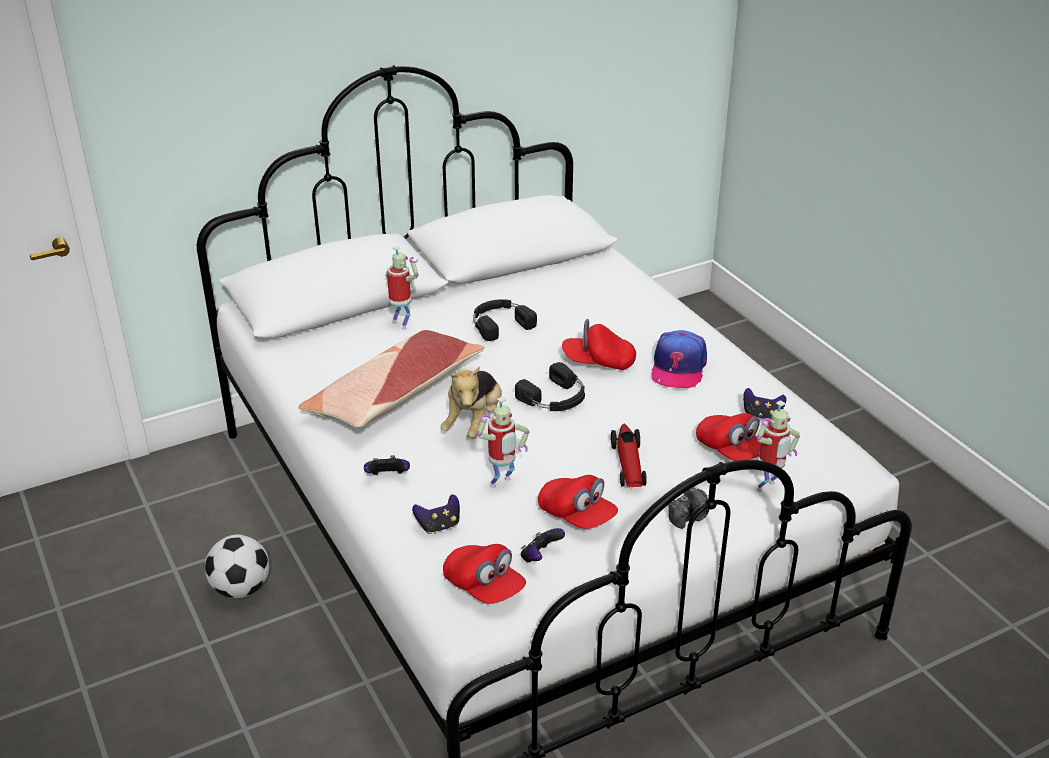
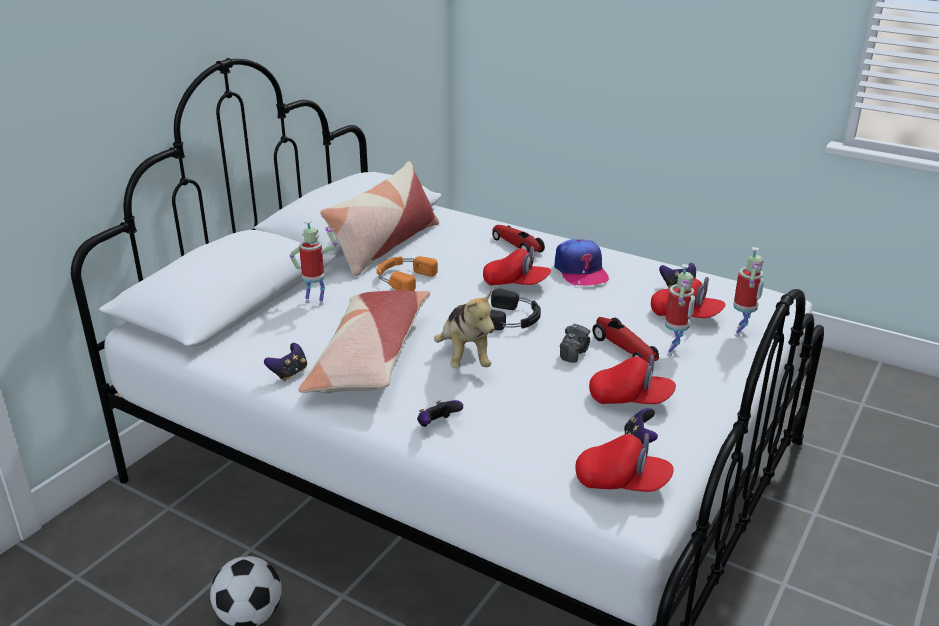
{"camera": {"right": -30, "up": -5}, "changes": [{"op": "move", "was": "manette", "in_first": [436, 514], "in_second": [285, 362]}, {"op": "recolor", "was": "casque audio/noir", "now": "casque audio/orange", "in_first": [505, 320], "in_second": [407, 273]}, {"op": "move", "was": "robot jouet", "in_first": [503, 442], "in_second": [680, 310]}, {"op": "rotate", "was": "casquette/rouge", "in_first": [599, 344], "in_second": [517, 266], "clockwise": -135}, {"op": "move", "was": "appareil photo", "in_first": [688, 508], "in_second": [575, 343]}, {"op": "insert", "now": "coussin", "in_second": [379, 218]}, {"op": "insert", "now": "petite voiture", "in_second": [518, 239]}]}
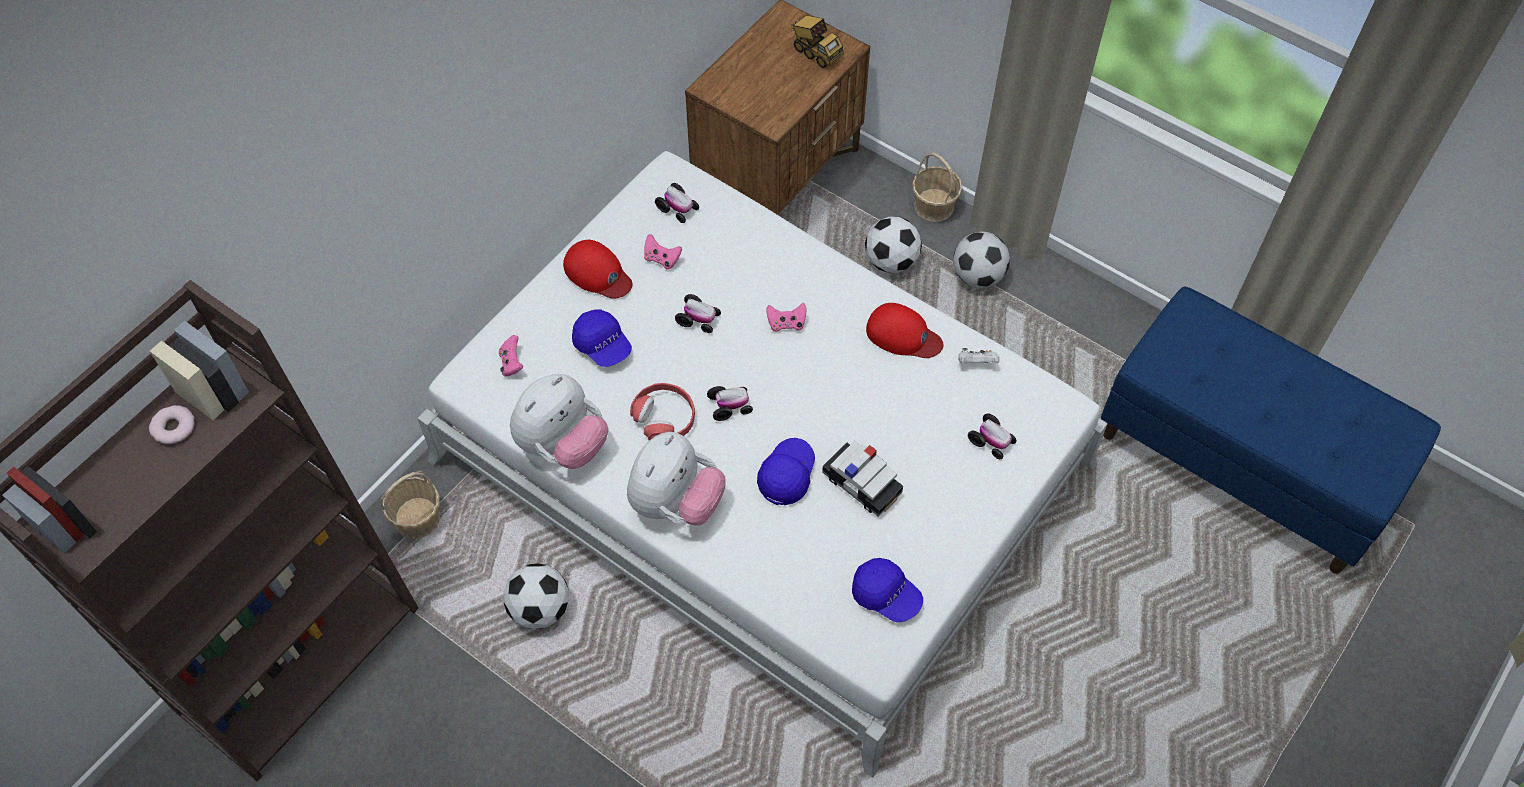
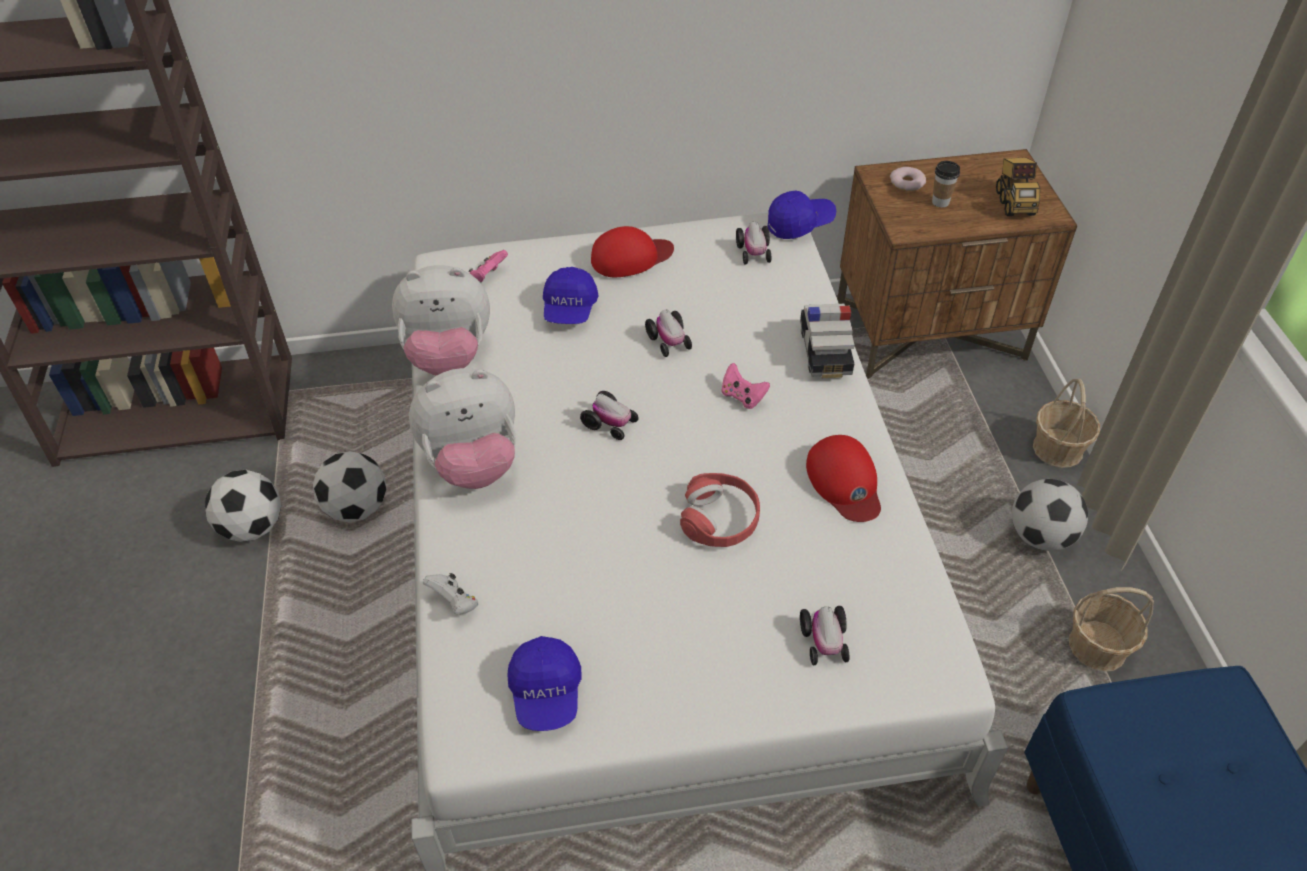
{"camera": {"right": 45, "up": -10}, "changes": [{"op": "move", "was": "beignet", "in_first": [172, 424], "in_second": [908, 179]}, {"op": "move", "was": "panier", "in_first": [410, 505], "in_second": [1111, 629]}, {"op": "rotate", "was": "casquette/rouge", "in_first": [598, 269], "in_second": [632, 251], "clockwise": -105}, {"op": "move", "was": "casque audio/rouge", "in_first": [662, 411], "in_second": [720, 510]}, {"op": "delete", "was": "manette/rose", "in_first": [663, 252]}, {"op": "move", "was": "casquette/bleu", "in_first": [786, 471], "in_second": [802, 214]}, {"op": "move", "was": "petite voiture", "in_first": [862, 479], "in_second": [827, 341]}, {"op": "move", "was": "ballon de foot", "in_first": [893, 244], "in_second": [242, 506]}, {"op": "move", "was": "manette/blanc", "in_first": [978, 355], "in_second": [450, 593]}, {"op": "insert", "now": "tasse", "in_second": [946, 184]}]}
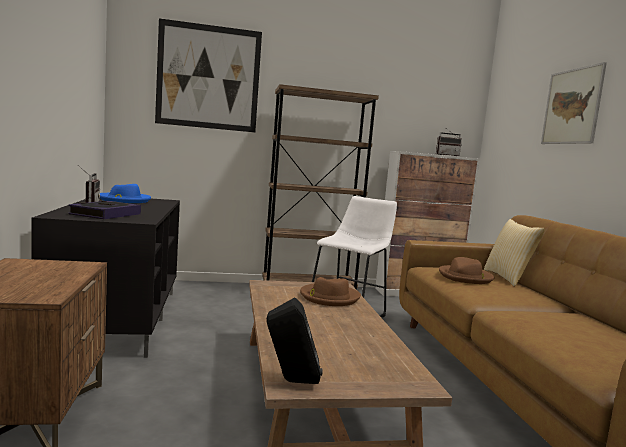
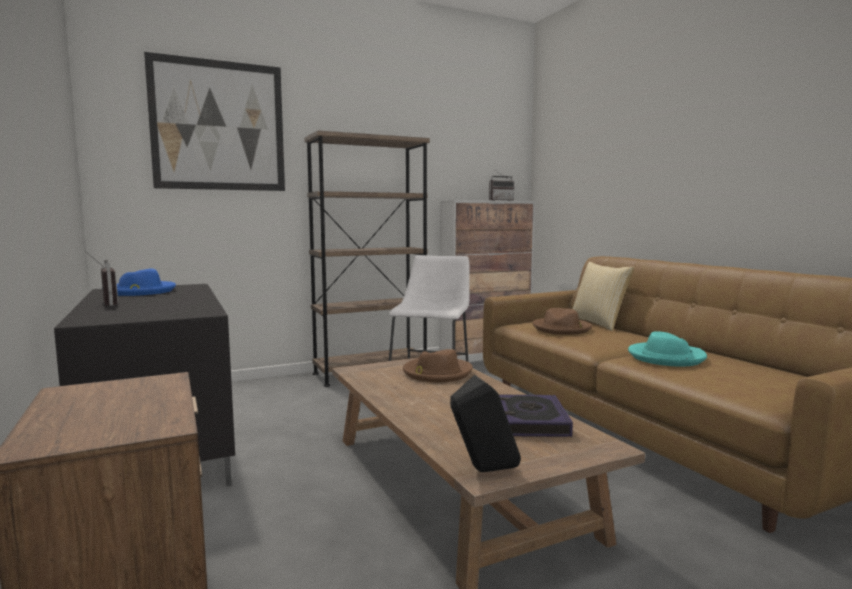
{"camera": {"right": -15, "up": 0}, "changes": [{"op": "move", "was": "livre", "in_first": [104, 209], "in_second": [536, 416]}, {"op": "delete", "was": "tableau", "in_first": [574, 103]}, {"op": "insert", "now": "chapeau/turquoise", "in_second": [667, 348]}]}
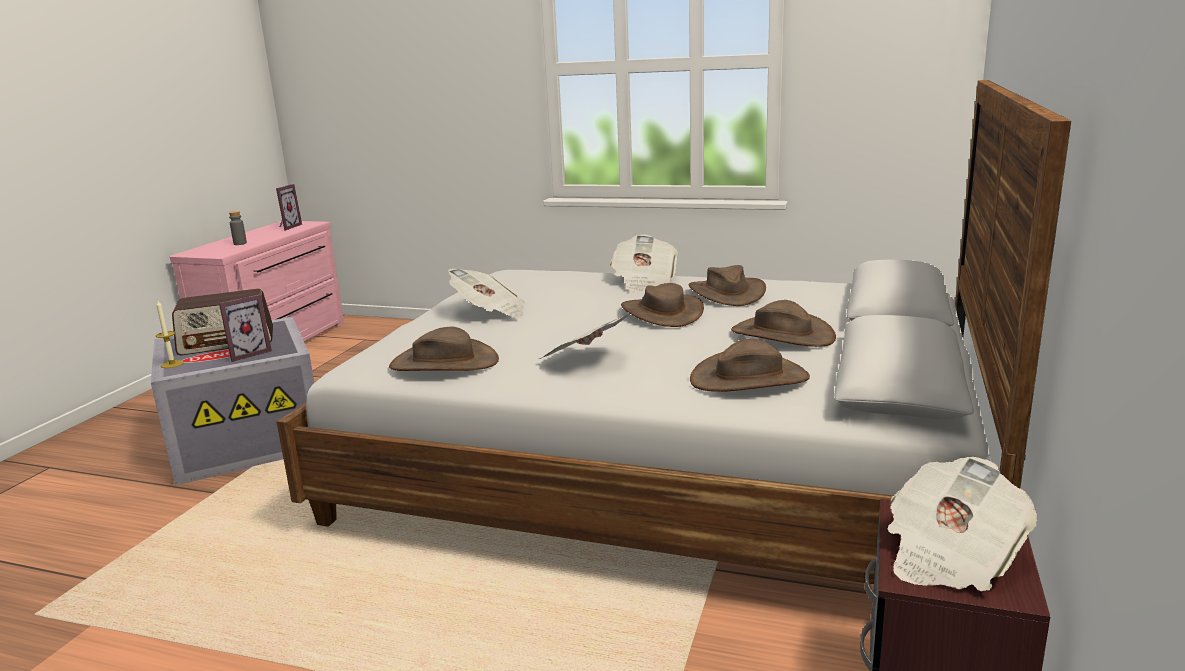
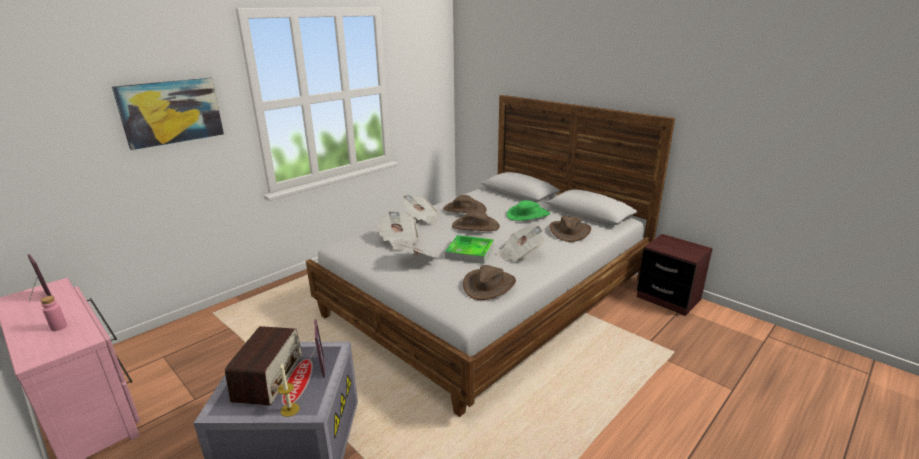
{"camera": {"right": -65, "up": 5}, "changes": [{"op": "recolor", "was": "bouteille/gris", "now": "bouteille/rose", "in_first": [238, 228], "in_second": [53, 313]}, {"op": "recolor", "was": "chapeau/marron", "now": "chapeau/vert", "in_first": [783, 323], "in_second": [528, 210]}, {"op": "move", "was": "journal", "in_first": [962, 524], "in_second": [398, 230]}, {"op": "insert", "now": "tableau", "in_second": [168, 113]}, {"op": "insert", "now": "plateau", "in_second": [469, 249]}]}
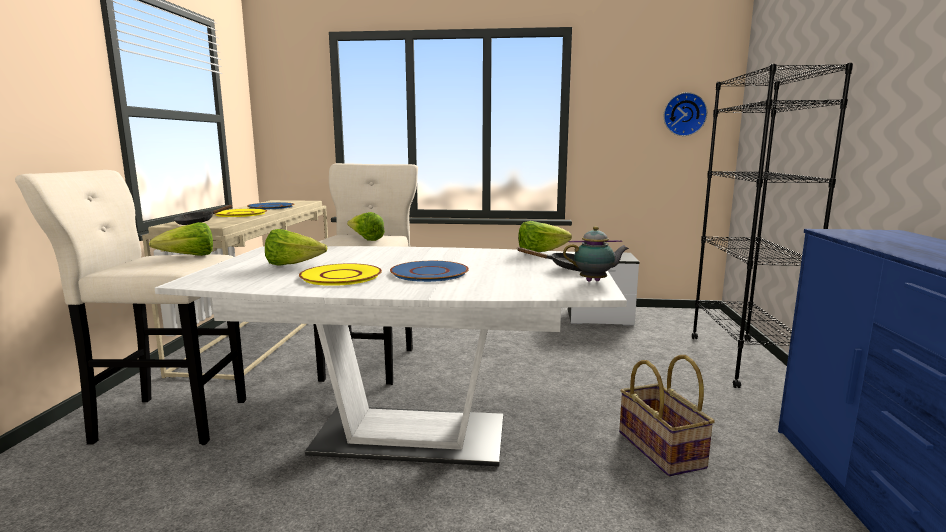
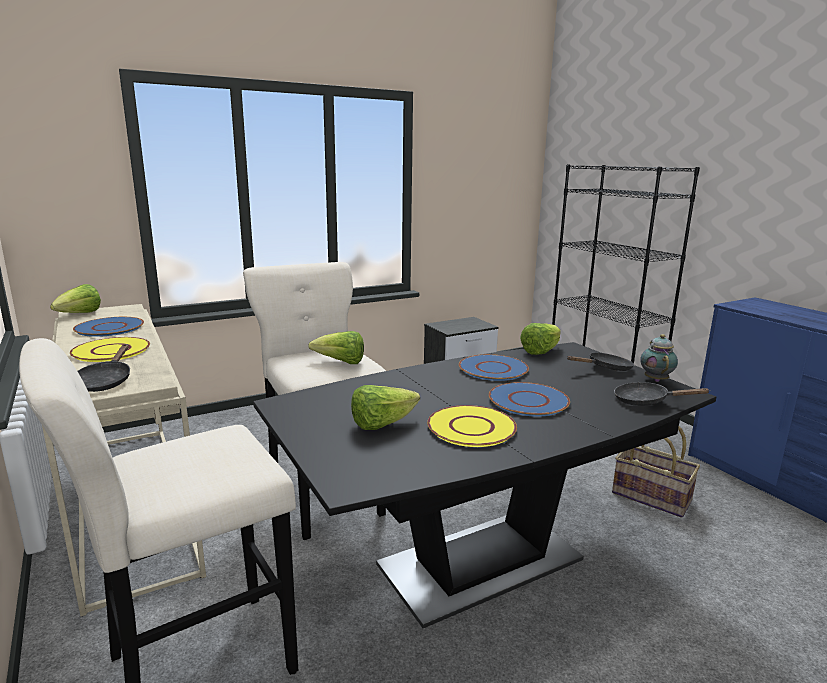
{"camera": {"right": -35, "up": 5}, "changes": [{"op": "move", "was": "laitue", "in_first": [181, 239], "in_second": [75, 298]}, {"op": "recolor", "was": "table à manger/blanc", "now": "table à manger/noir", "in_first": [391, 356], "in_second": [484, 485]}, {"op": "rotate", "was": "théière", "in_first": [596, 254], "in_second": [659, 358], "clockwise": -45}, {"op": "delete", "was": "horloge murale", "in_first": [685, 114]}, {"op": "insert", "now": "assiette/bleu", "in_second": [494, 367]}, {"op": "insert", "now": "poêle/noir", "in_second": [662, 394]}]}
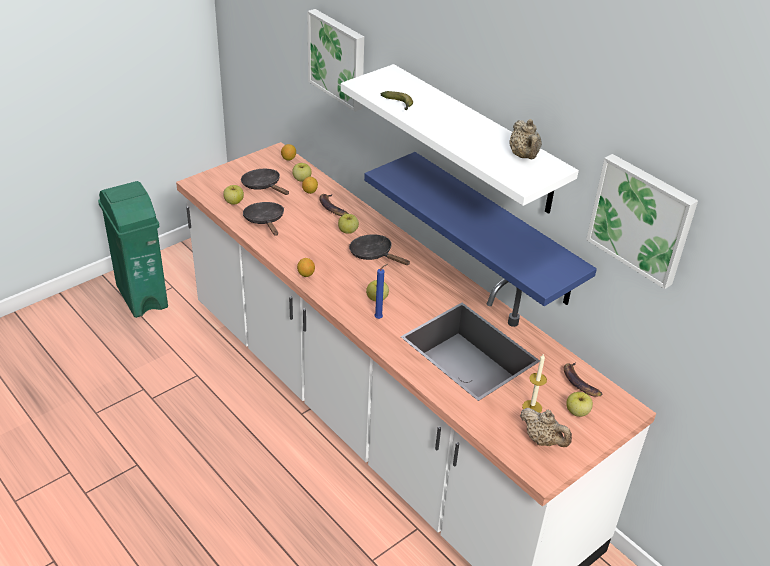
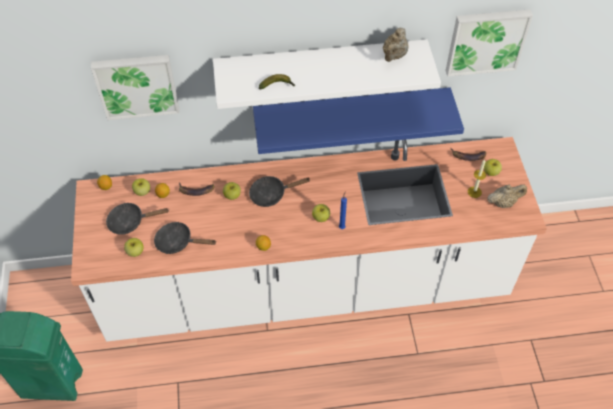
{"camera": {"right": -55, "up": 15}, "changes": [{"op": "rotate", "was": "théière/beige", "in_first": [525, 139], "in_second": [395, 44], "clockwise": 90}]}
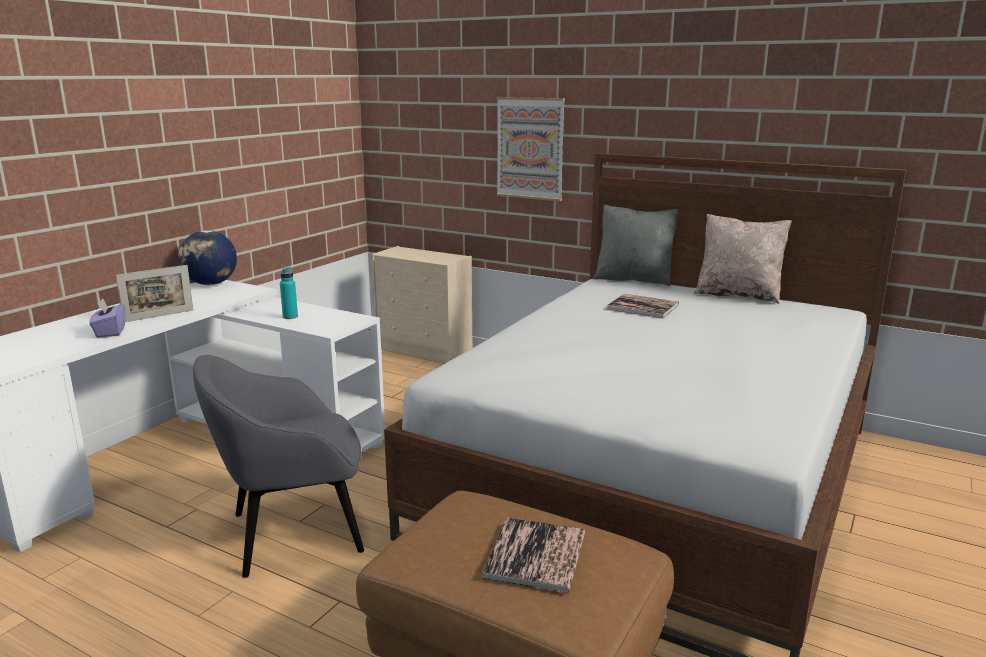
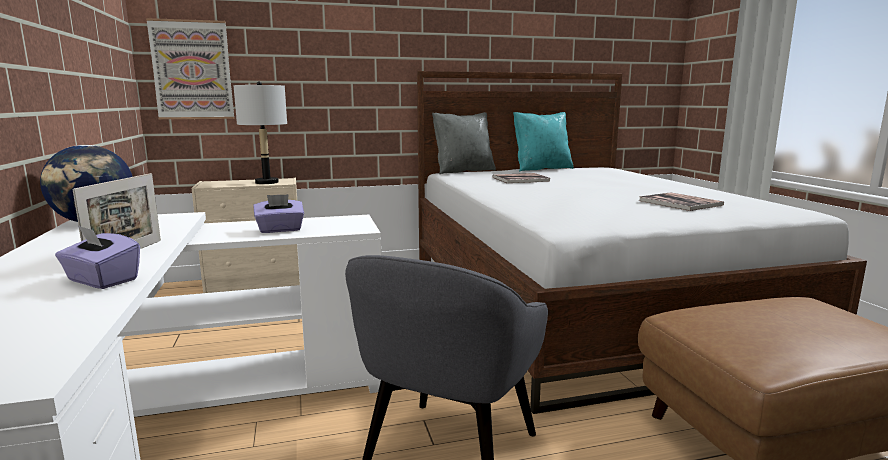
{"camera": {"right": -45, "up": -5}, "changes": [{"op": "replace", "was": "bouteille/turquoise", "now": "boîte à mouchoirs/violet", "in_first": [289, 293], "in_second": [279, 213]}, {"op": "move", "was": "livre", "in_first": [533, 555], "in_second": [681, 202]}, {"op": "move", "was": "tableau", "in_first": [530, 149], "in_second": [190, 68]}, {"op": "recolor", "was": "coussin/beige", "now": "coussin/turquoise", "in_first": [743, 259], "in_second": [543, 142]}, {"op": "insert", "now": "lampe de table/gris", "in_second": [260, 132]}]}
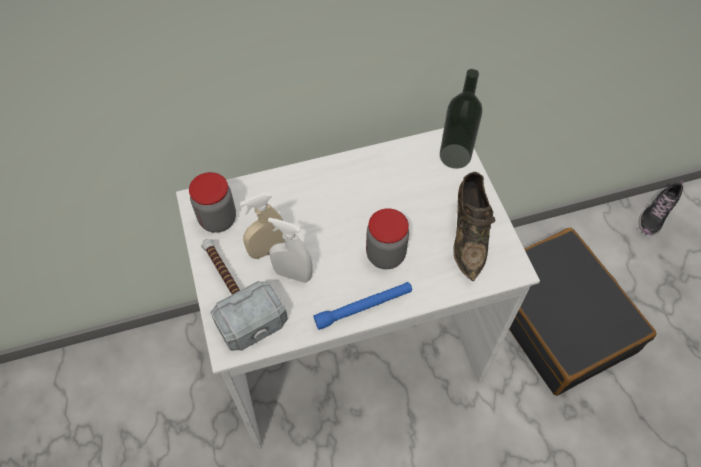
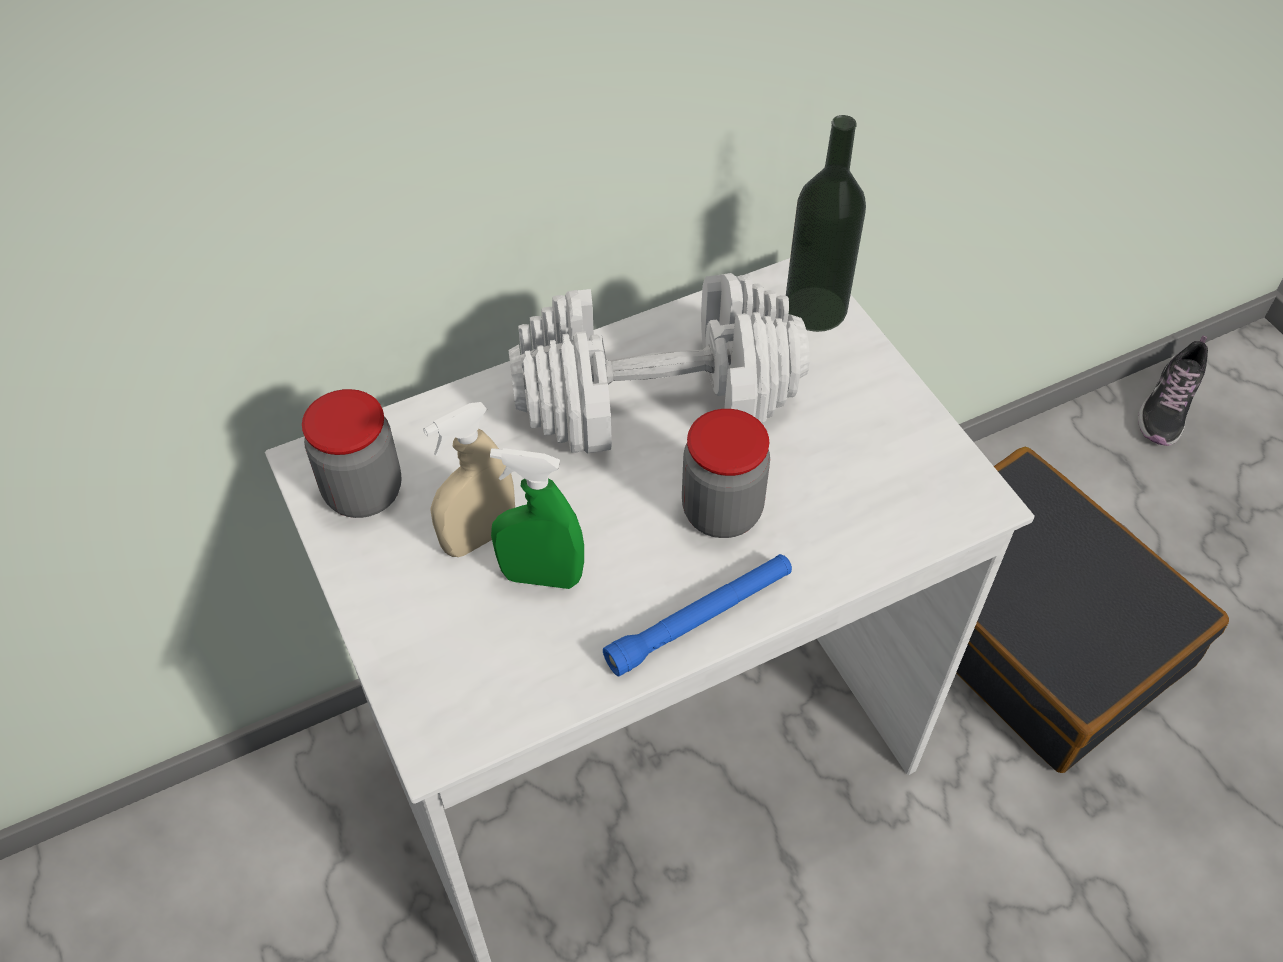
{"camera": {"right": -10, "up": -5}, "changes": [{"op": "delete", "was": "marteau", "in_first": [244, 295]}, {"op": "recolor", "was": "vaporisateur/blanc", "now": "vaporisateur/vert", "in_first": [290, 250], "in_second": [537, 518]}, {"op": "delete", "was": "chaussure/marron", "in_first": [474, 226]}, {"op": "insert", "now": "haltère/blanc", "in_second": [659, 363]}]}
